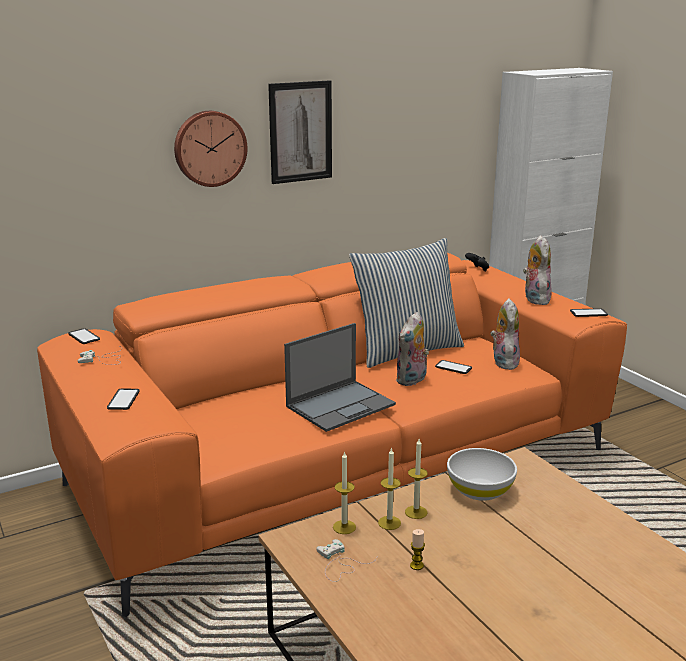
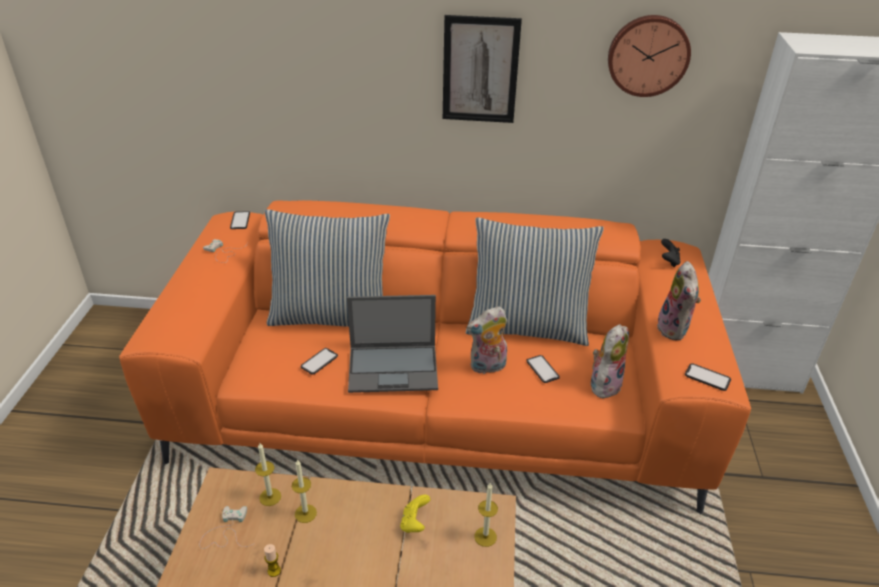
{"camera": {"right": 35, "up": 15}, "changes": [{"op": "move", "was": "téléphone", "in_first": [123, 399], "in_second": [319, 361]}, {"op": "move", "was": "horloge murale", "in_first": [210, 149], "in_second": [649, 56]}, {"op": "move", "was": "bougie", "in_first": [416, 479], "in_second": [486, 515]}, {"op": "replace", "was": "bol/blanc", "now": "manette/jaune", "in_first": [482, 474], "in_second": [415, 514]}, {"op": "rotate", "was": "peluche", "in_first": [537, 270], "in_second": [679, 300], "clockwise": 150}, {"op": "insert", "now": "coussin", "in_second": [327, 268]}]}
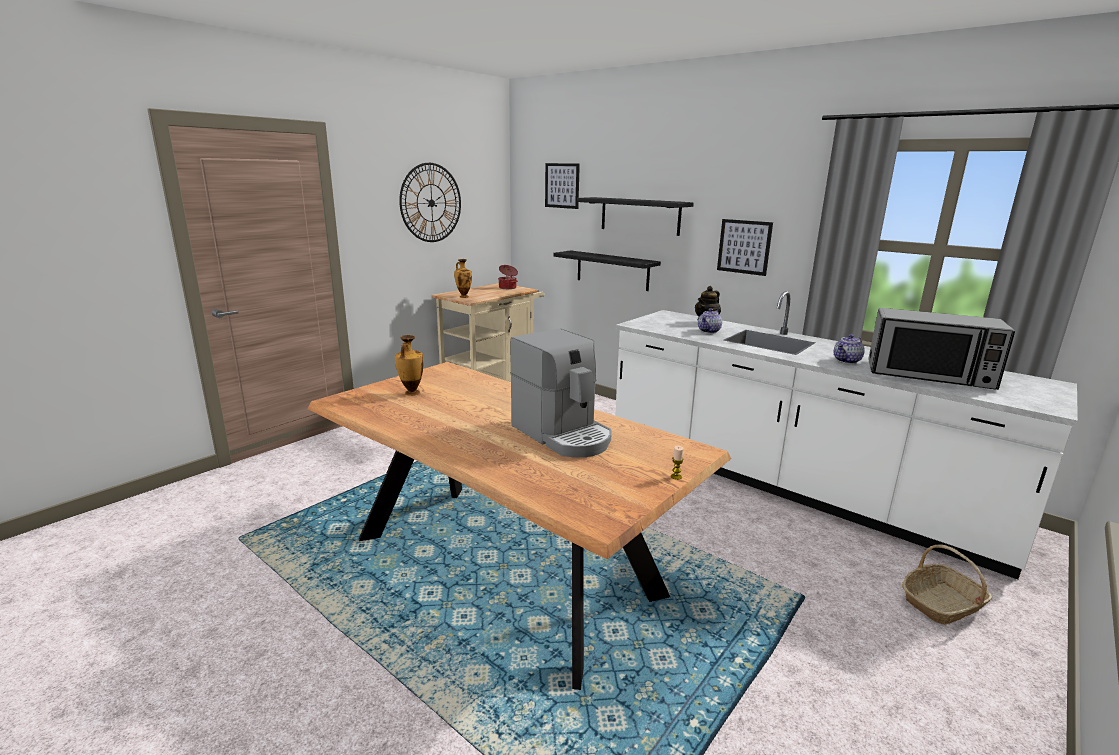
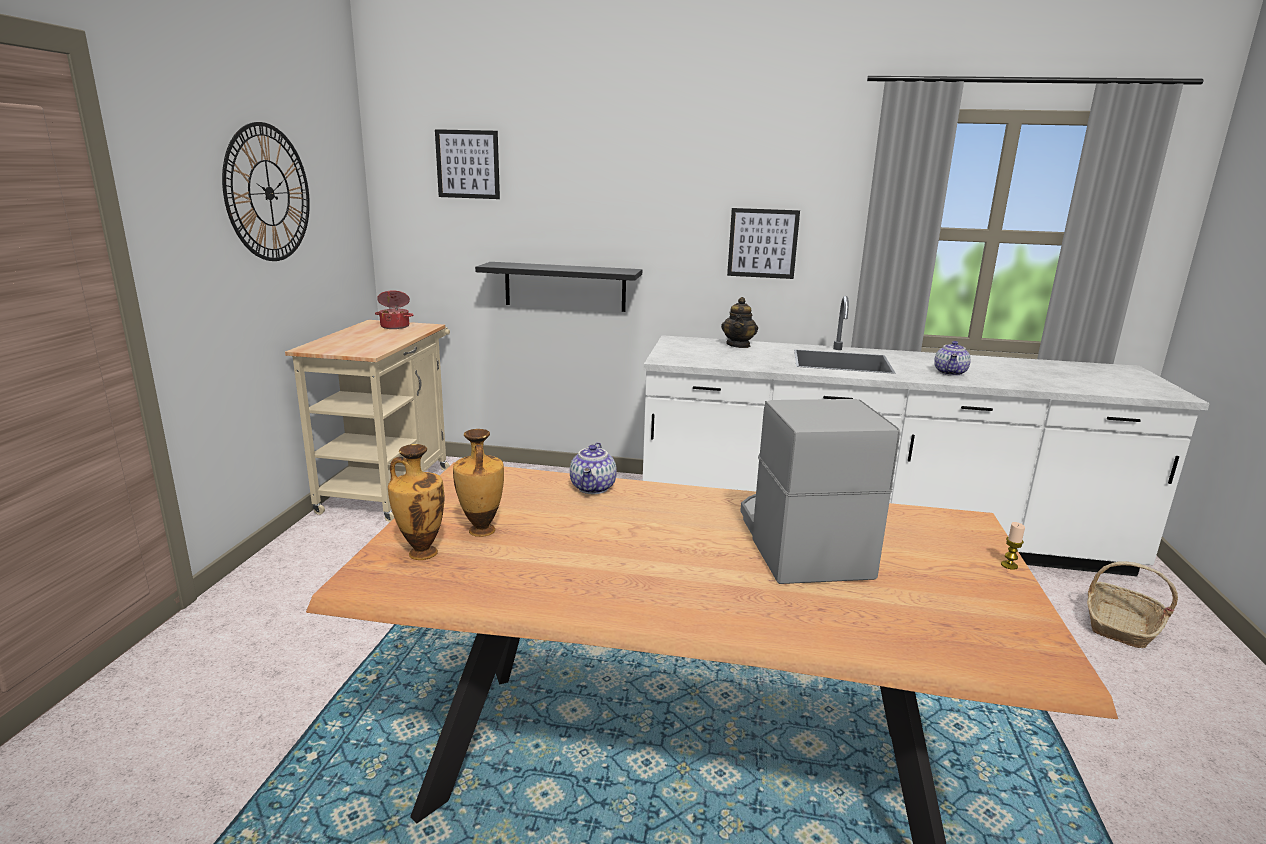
{"camera": {"right": -30, "up": 0}, "changes": [{"op": "move", "was": "vase", "in_first": [463, 278], "in_second": [416, 502]}, {"op": "rotate", "was": "machine à café", "in_first": [560, 393], "in_second": [820, 491], "clockwise": -120}, {"op": "delete", "was": "étagère/noir", "in_first": [635, 216]}, {"op": "move", "was": "théière", "in_first": [710, 321], "in_second": [593, 468]}, {"op": "delete", "was": "micro-ondes", "in_first": [941, 349]}]}
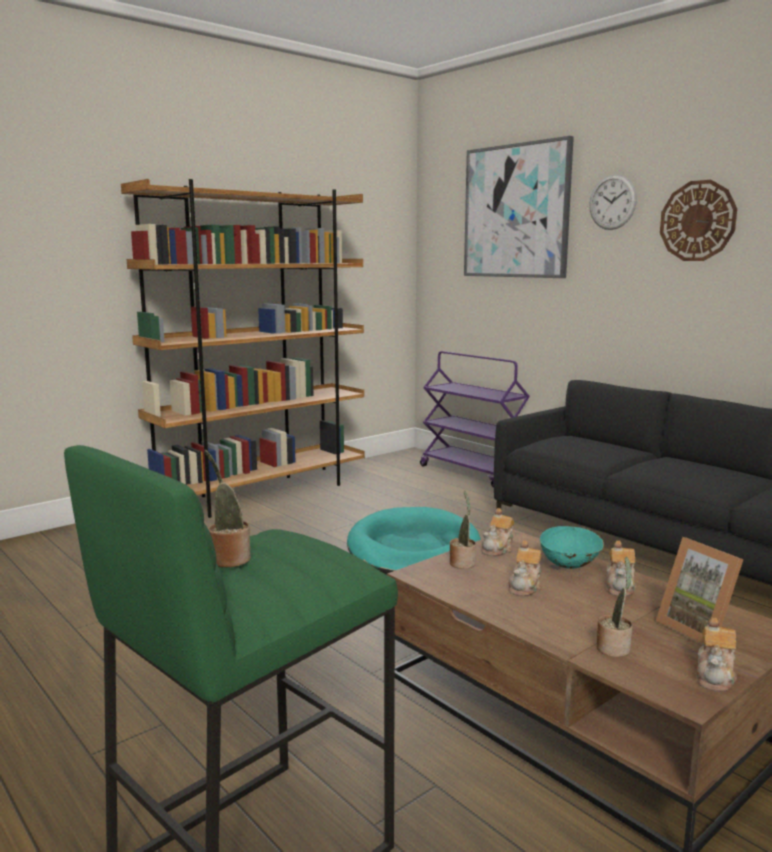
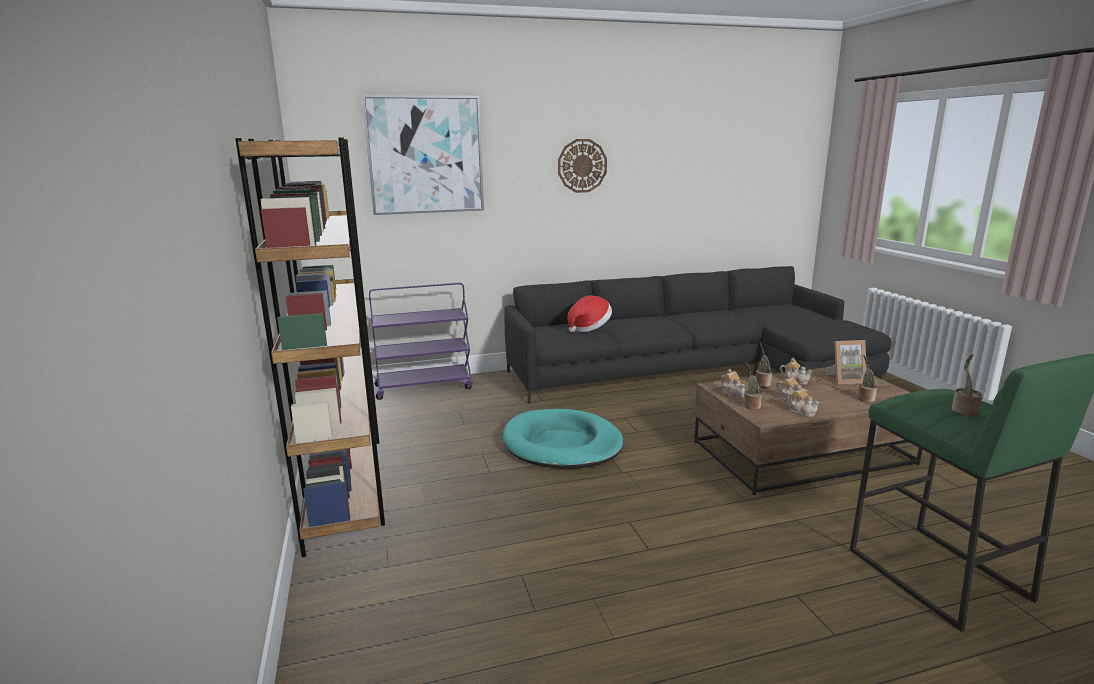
{"camera": {"right": -65, "up": 5}, "changes": [{"op": "replace", "was": "bol/turquoise", "now": "plante en pot", "in_first": [572, 547], "in_second": [764, 364]}, {"op": "delete", "was": "horloge murale", "in_first": [613, 202]}, {"op": "move", "was": "théière", "in_first": [716, 655], "in_second": [802, 401]}, {"op": "insert", "now": "chapeau", "in_second": [589, 313]}]}
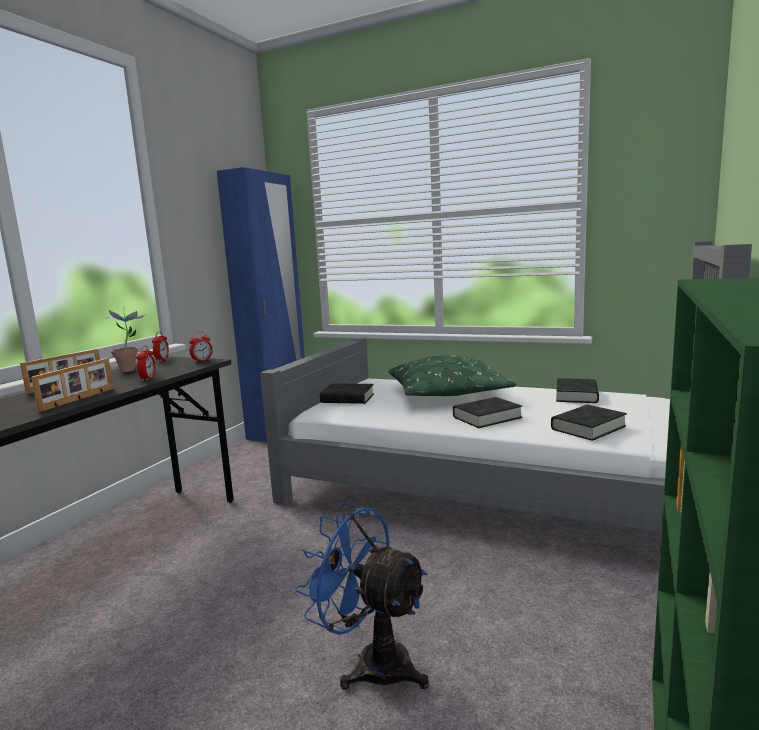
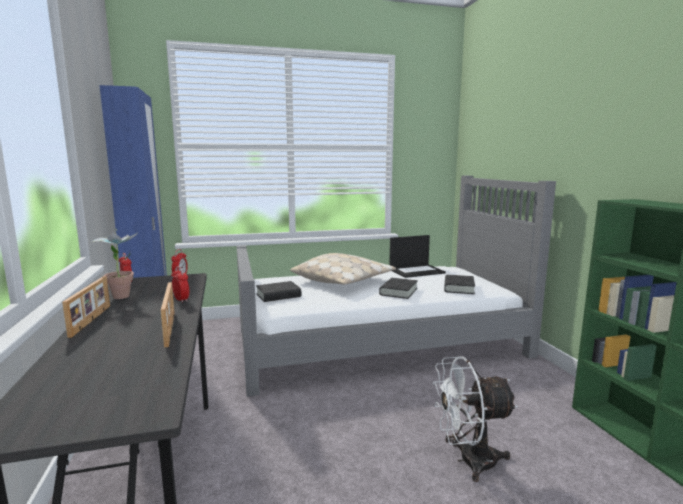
{"camera": {"right": -40, "up": 0}, "changes": [{"op": "recolor", "was": "ventilateur/bleu", "now": "ventilateur/blanc", "in_first": [362, 596], "in_second": [475, 419]}, {"op": "recolor", "was": "coussin/vert", "now": "coussin/beige", "in_first": [452, 375], "in_second": [343, 269]}, {"op": "replace", "was": "livre/noir", "now": "ordinateur portable", "in_first": [577, 390], "in_second": [417, 256]}]}
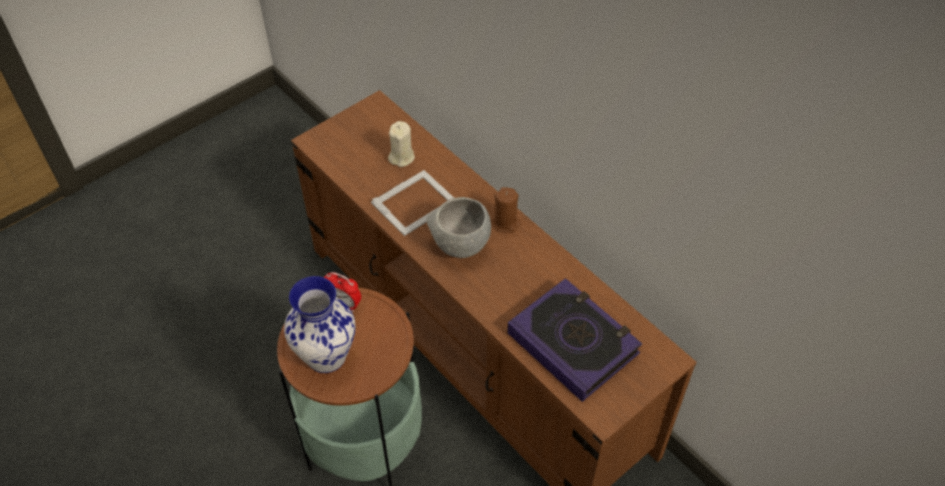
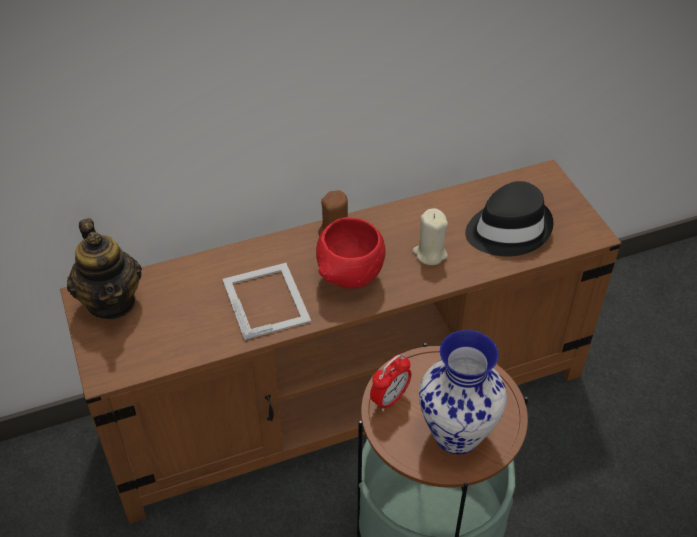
{"camera": {"right": -70, "up": -5}, "changes": [{"op": "move", "was": "bougie/beige", "in_first": [401, 144], "in_second": [430, 236]}, {"op": "recolor", "was": "bol/gris", "now": "bol/rouge", "in_first": [458, 227], "in_second": [350, 253]}, {"op": "replace", "was": "livre", "now": "chapeau/noir", "in_first": [574, 340], "in_second": [509, 219]}, {"op": "insert", "now": "théière", "in_second": [104, 268]}]}
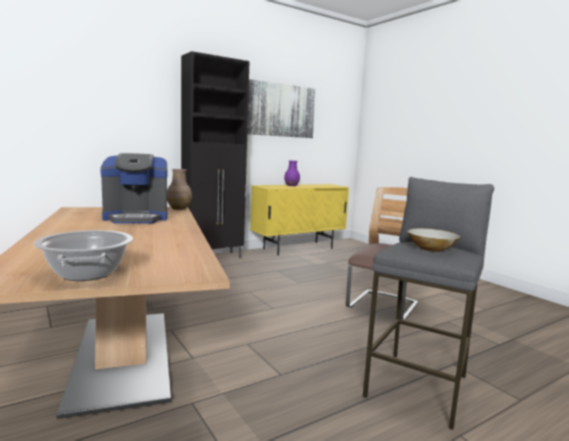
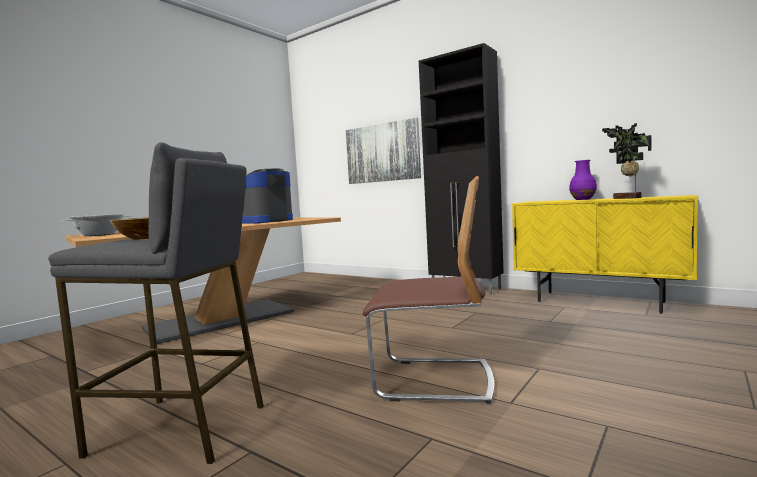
{"camera": {"right": 70, "up": -5}, "changes": [{"op": "rotate", "was": "machine à café", "in_first": [134, 188], "in_second": [267, 196], "clockwise": 75}, {"op": "delete", "was": "vase/marron", "in_first": [179, 189]}, {"op": "move", "was": "tableau", "in_first": [281, 108], "in_second": [383, 151]}, {"op": "insert", "now": "plante en pot", "in_second": [626, 161]}]}
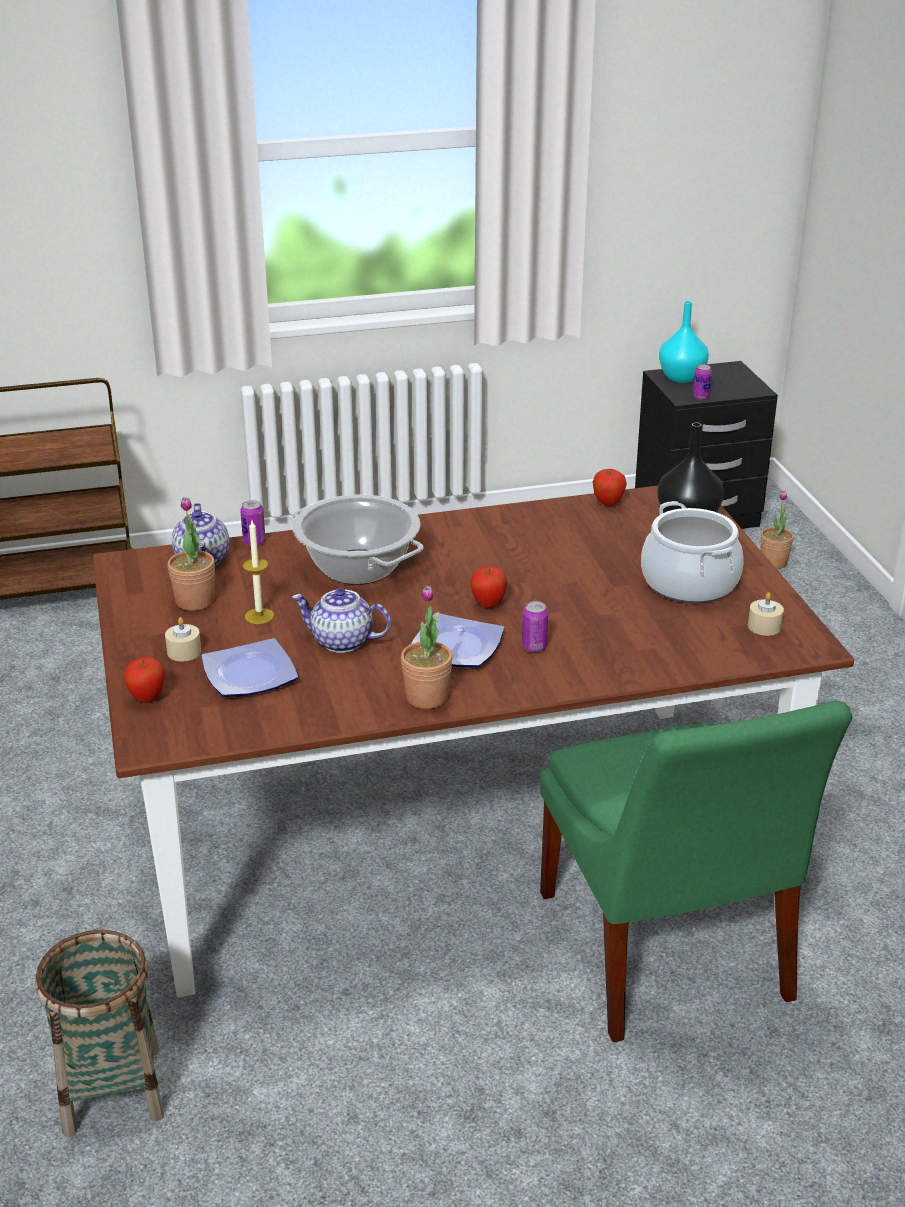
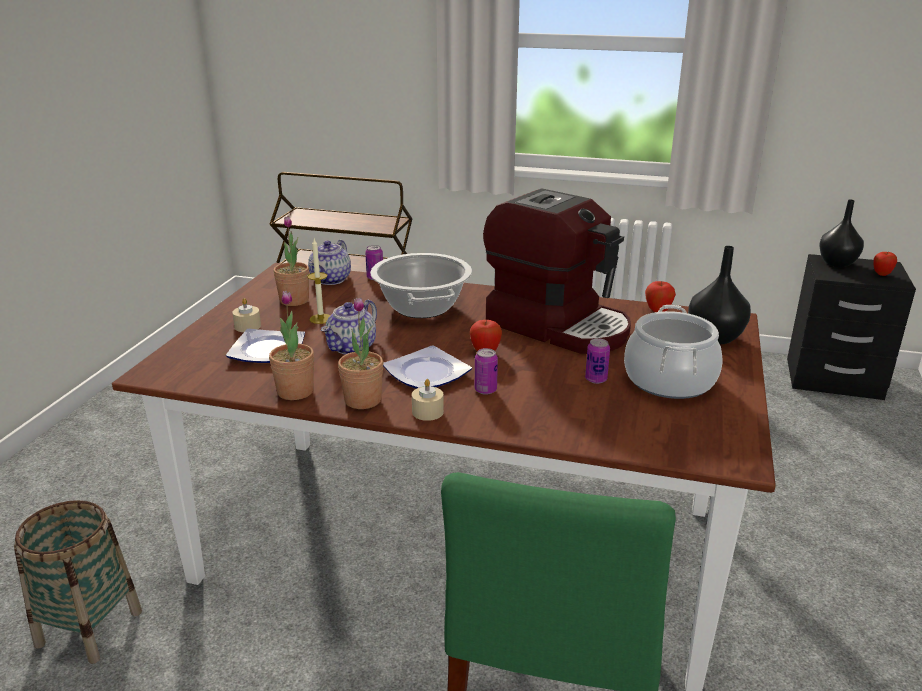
{"camera": {"right": 30, "up": -5}, "changes": [{"op": "move", "was": "pomme", "in_first": [144, 680], "in_second": [885, 264]}, {"op": "rotate", "was": "théière", "in_first": [341, 620], "in_second": [349, 327], "clockwise": -105}, {"op": "recolor", "was": "vase/turquoise", "now": "vase/noir", "in_first": [684, 342], "in_second": [841, 233]}, {"op": "move", "was": "boîte métallique", "in_first": [702, 382], "in_second": [597, 361]}, {"op": "move", "was": "bougie/beige", "in_first": [766, 614], "in_second": [428, 400]}, {"op": "move", "was": "plante en pot", "in_first": [777, 530], "in_second": [291, 345]}, {"op": "insert", "now": "machine à café", "in_second": [557, 271]}]}
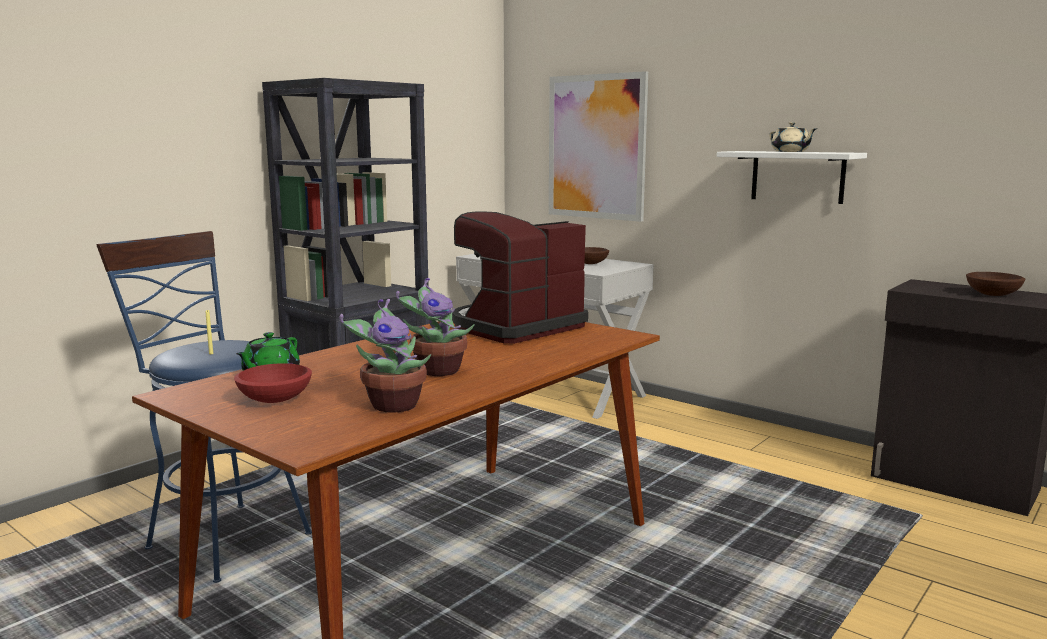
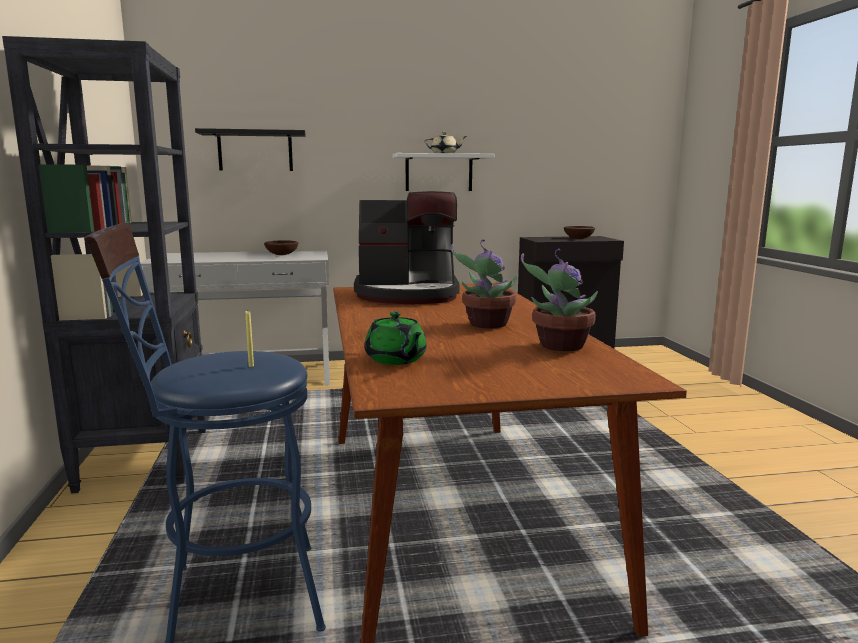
{"camera": {"right": -50, "up": 0}, "changes": [{"op": "delete", "was": "bol/rouge", "in_first": [273, 383]}, {"op": "rotate", "was": "machine à café", "in_first": [520, 277], "in_second": [407, 247], "clockwise": -90}, {"op": "replace", "was": "tableau", "now": "étagère/noir", "in_first": [598, 146], "in_second": [250, 149]}]}
